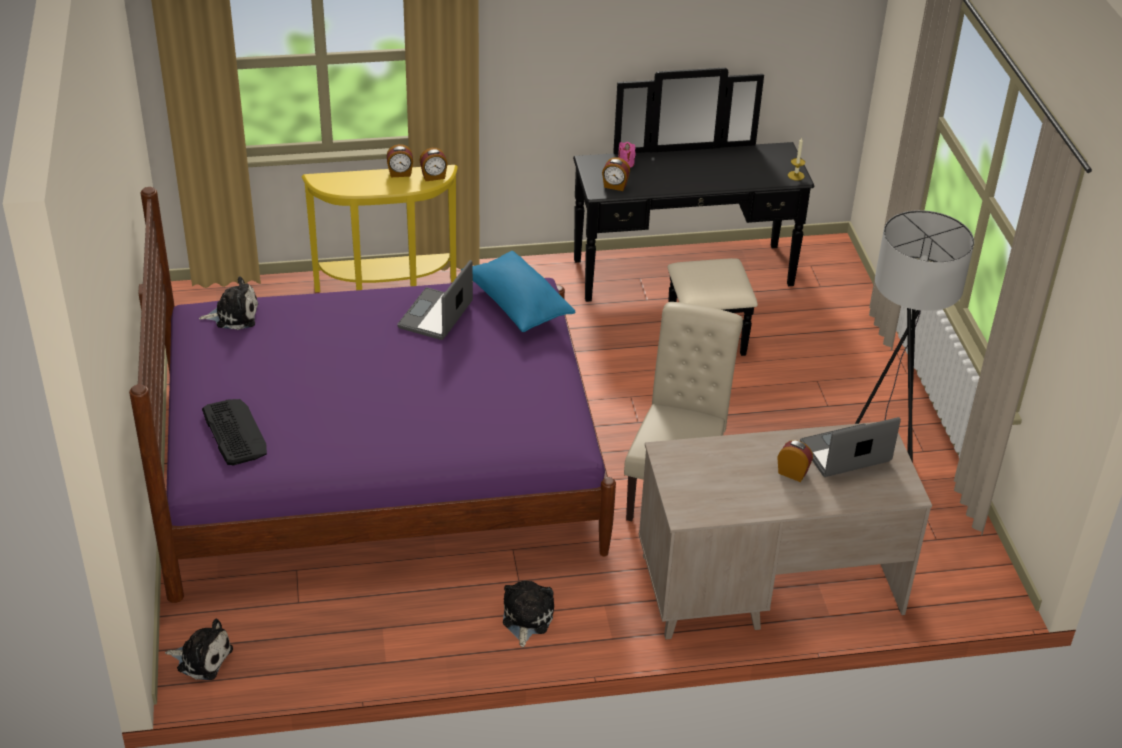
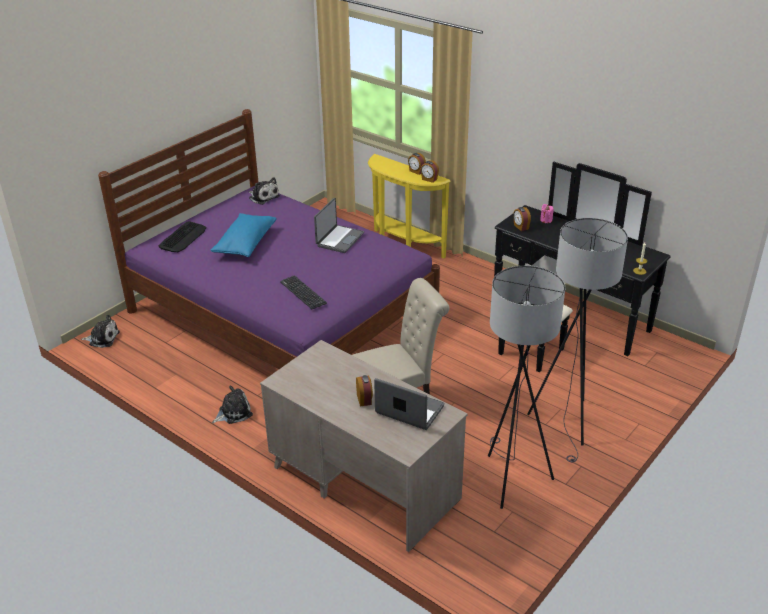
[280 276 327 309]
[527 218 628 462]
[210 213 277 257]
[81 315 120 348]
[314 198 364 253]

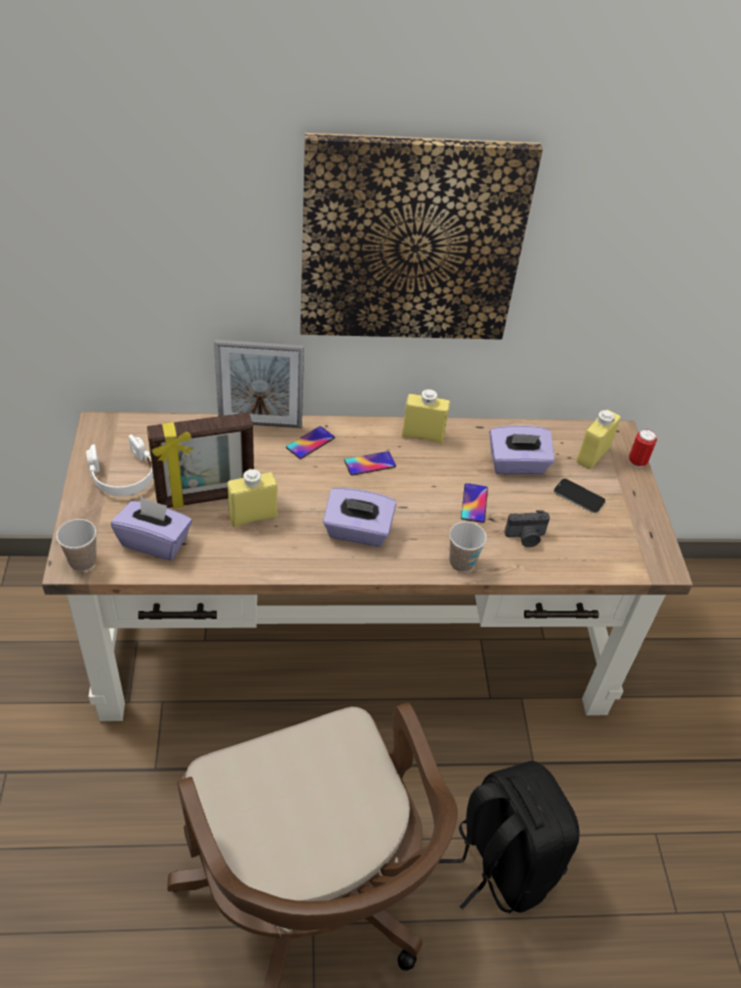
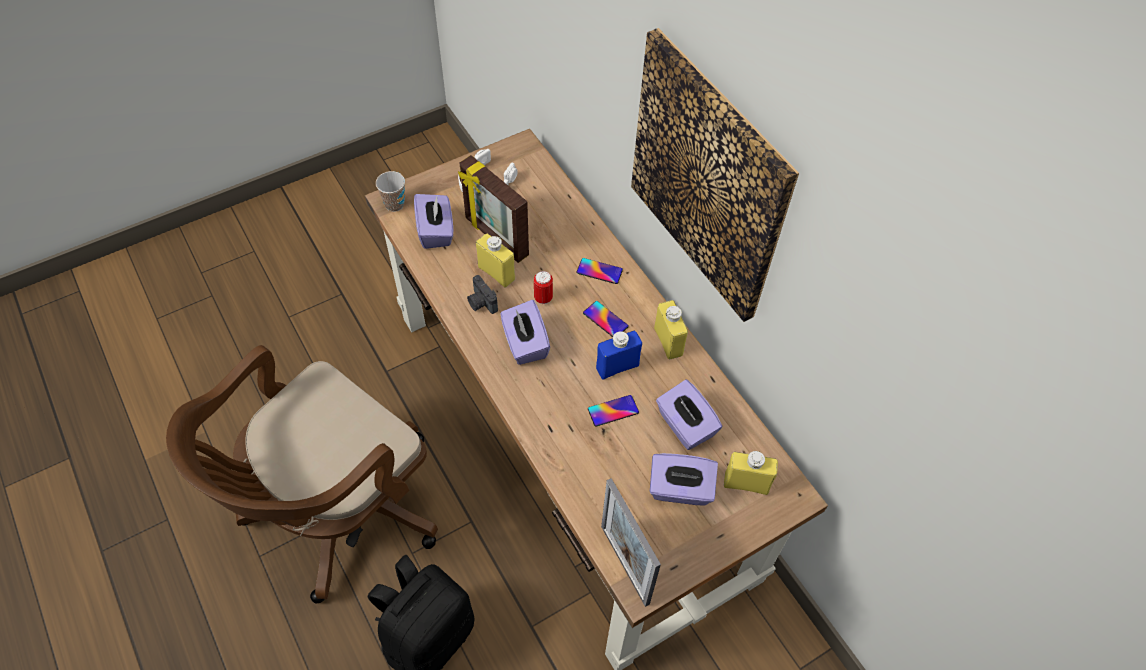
[449 522 487 572] (first image)
[596 331 642 380]
[601 478 661 607]
[467 275 498 314]
[534 271 553 304]
[650 453 718 506]

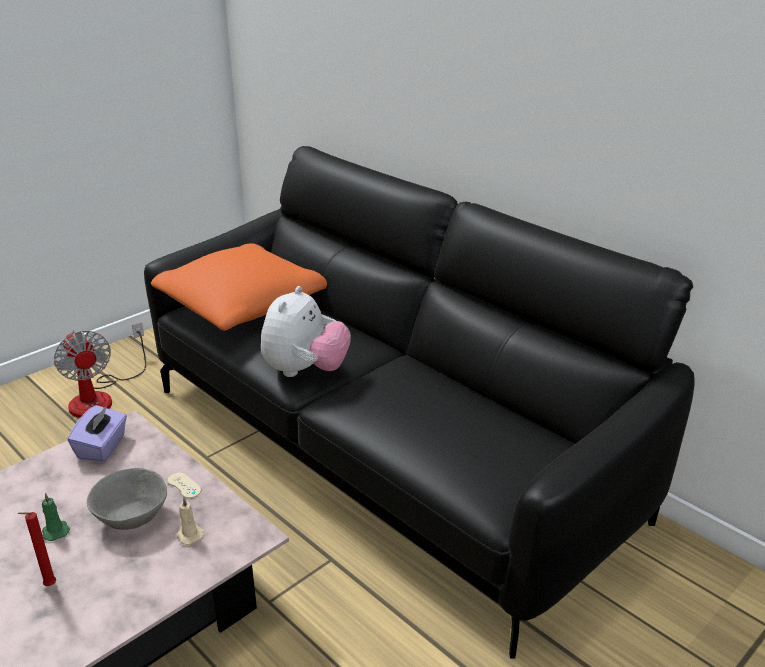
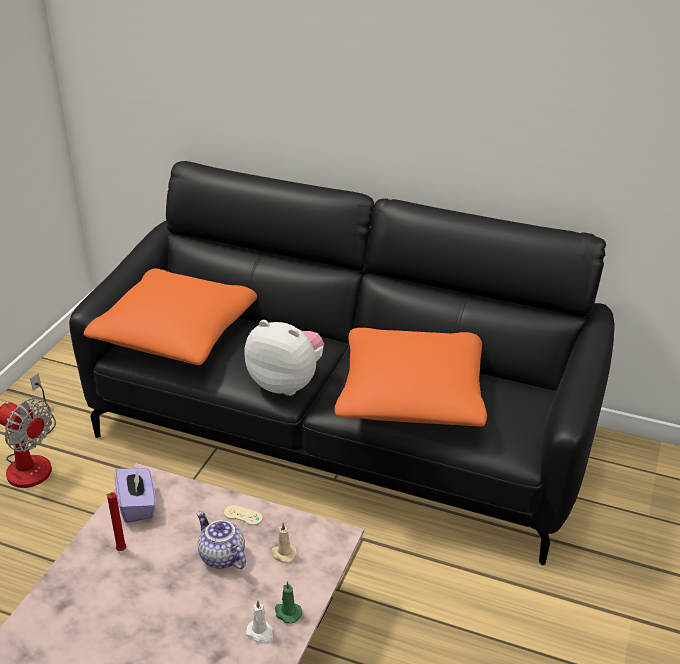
[246 600 273 643]
[334 328 487 427]
[106 492 127 551]
[275 581 302 624]
[197 511 246 569]
[244 320 324 396]

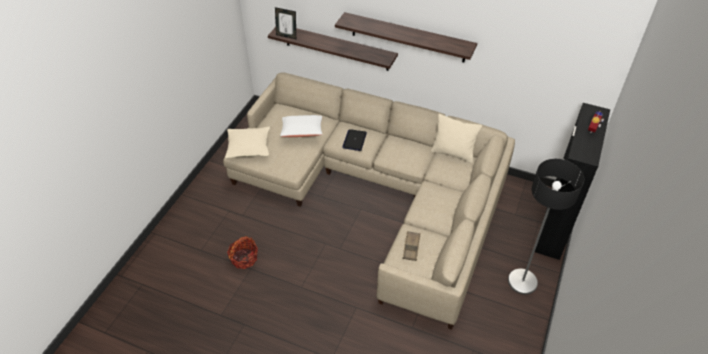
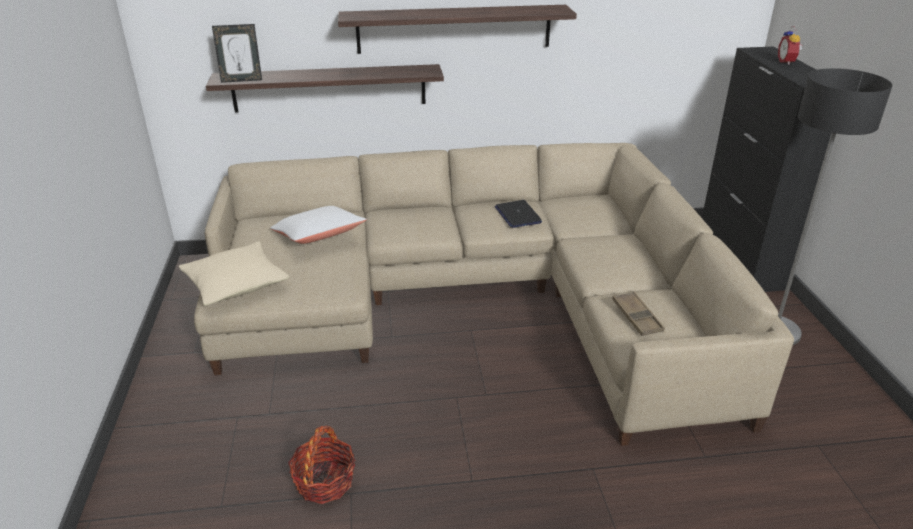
[431 114 482 163] (first image)
[495 200 542 228]

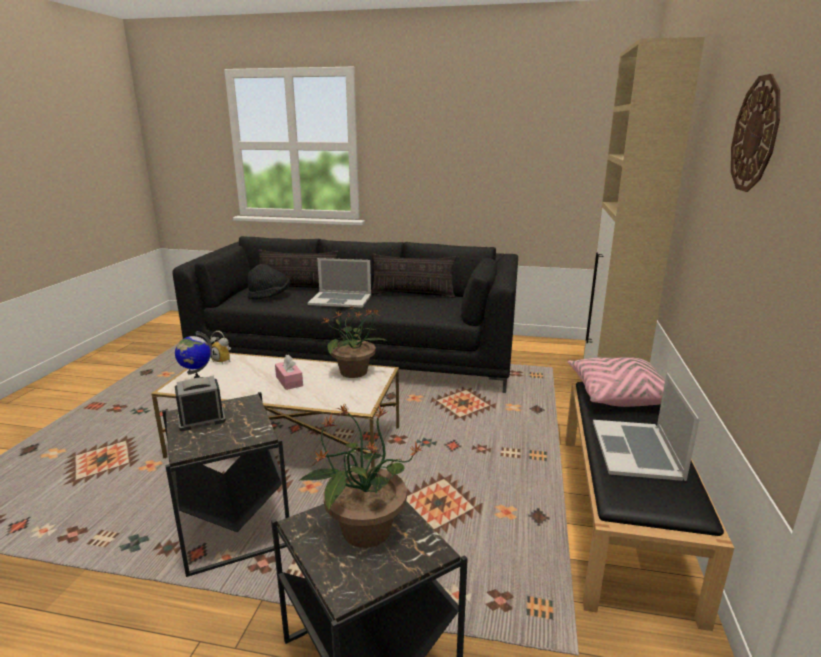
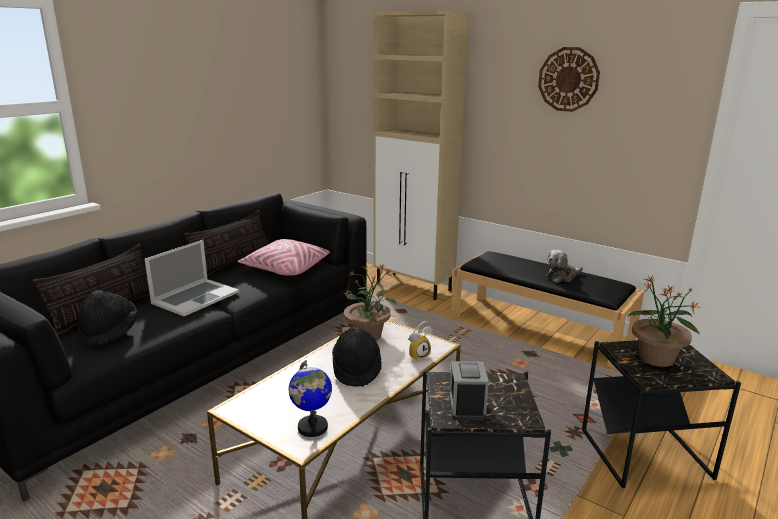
[408 321 433 361]
[238 239 330 276]
[332 327 382 387]
[546 250 583 283]

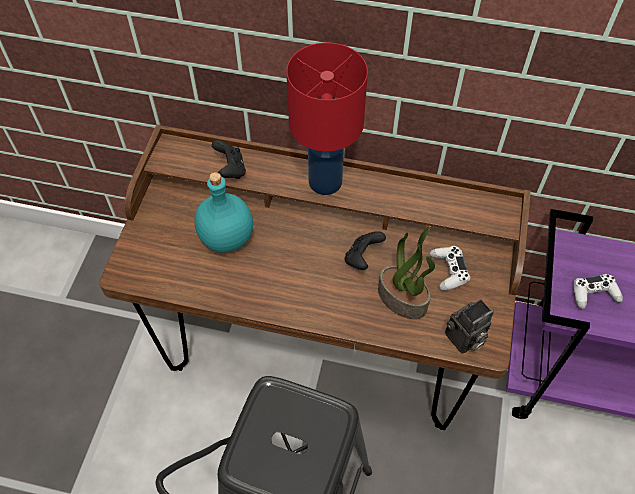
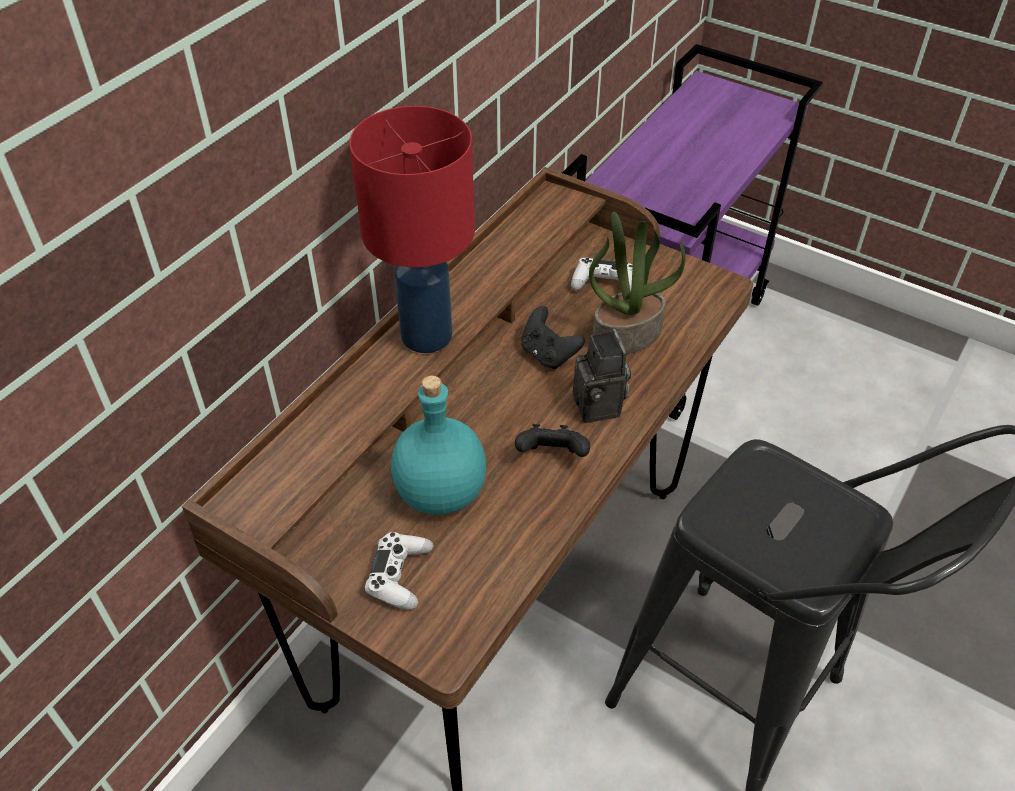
[515 424 590 457]
[573 329 631 423]
[365 532 433 610]

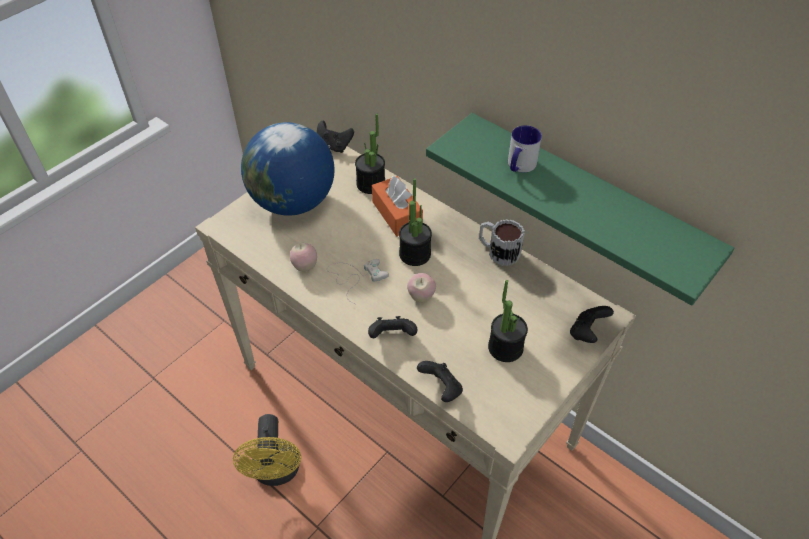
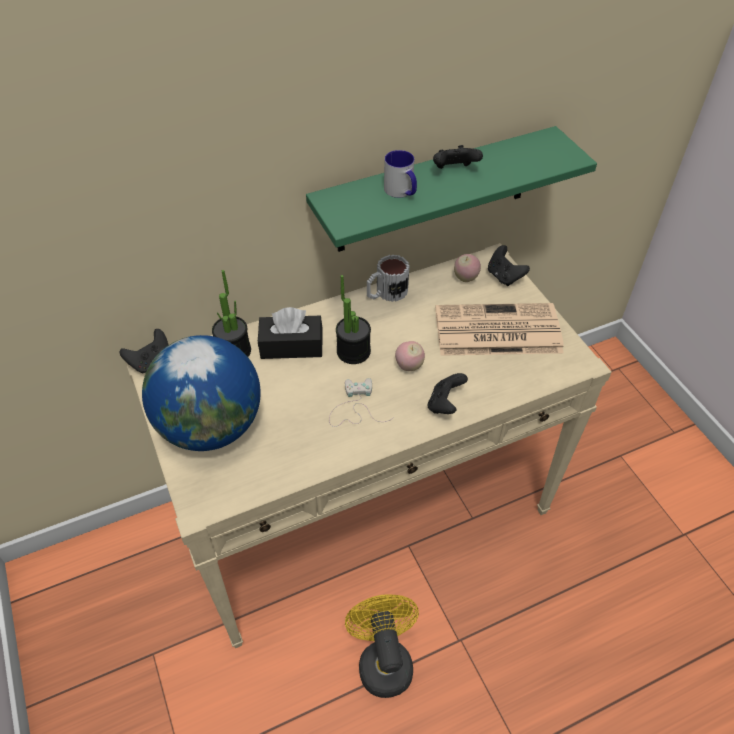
[454 254 481 282]
[433 145 483 169]
[435 303 564 356]
[258 307 323 359]
[345 594 419 698]

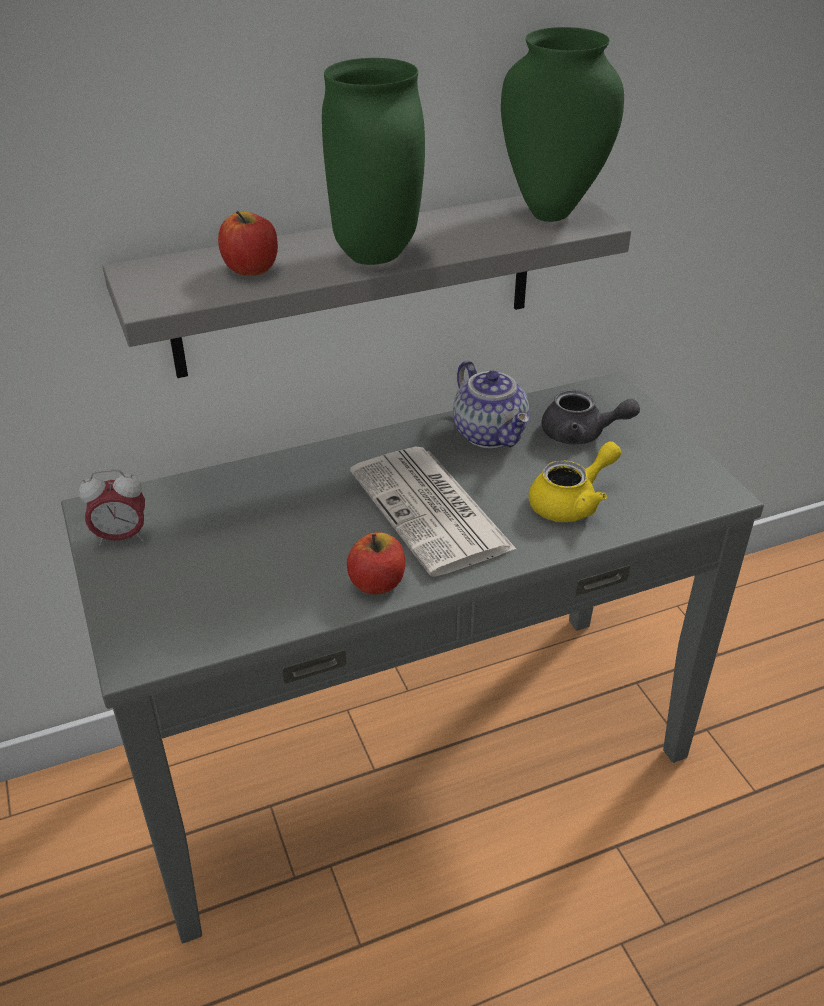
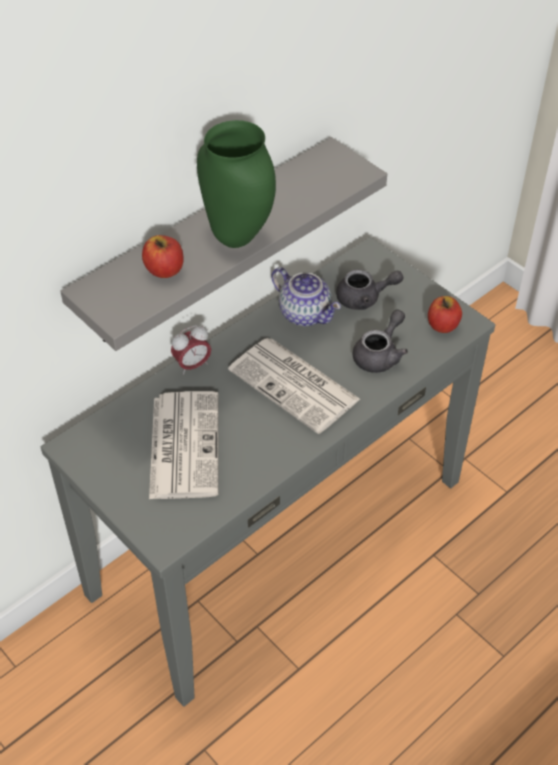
[501 27 624 222] (first image)
[149 391 218 499]
[171 325 211 375]
[428 296 462 333]
[353 309 408 373]

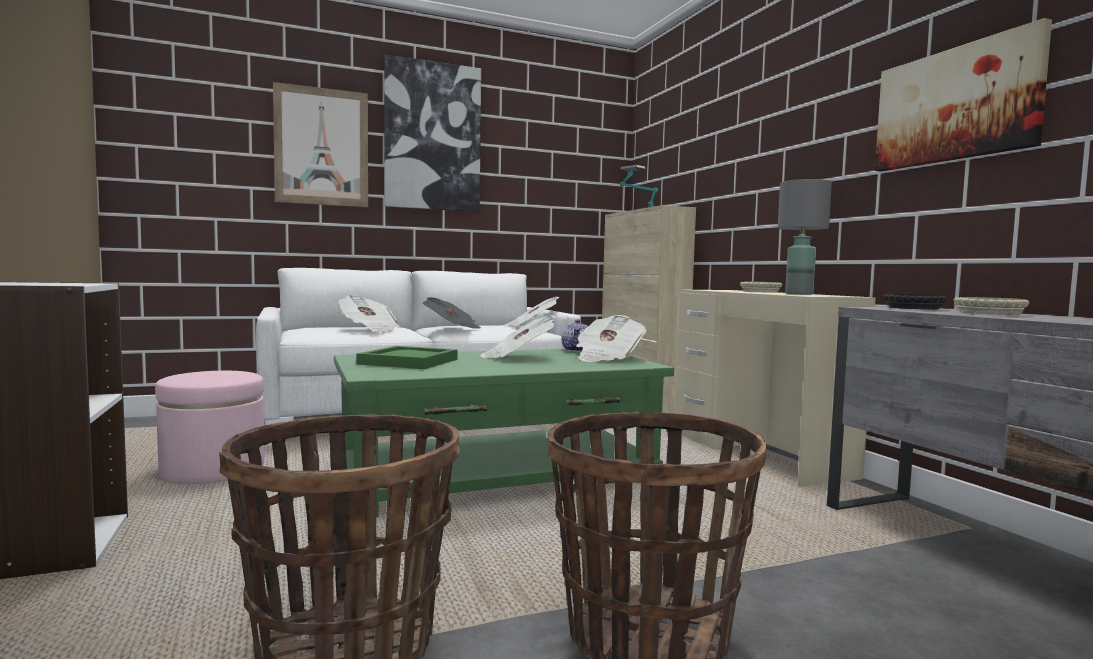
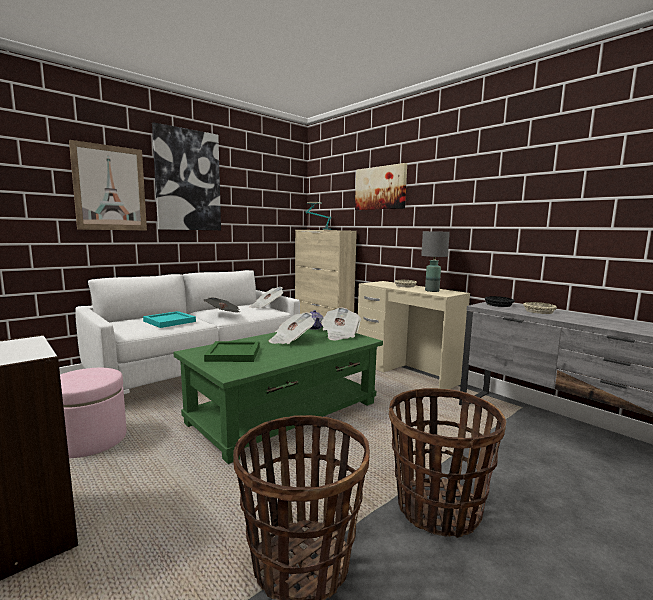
[355 163 407 210]
[143 311 196 328]

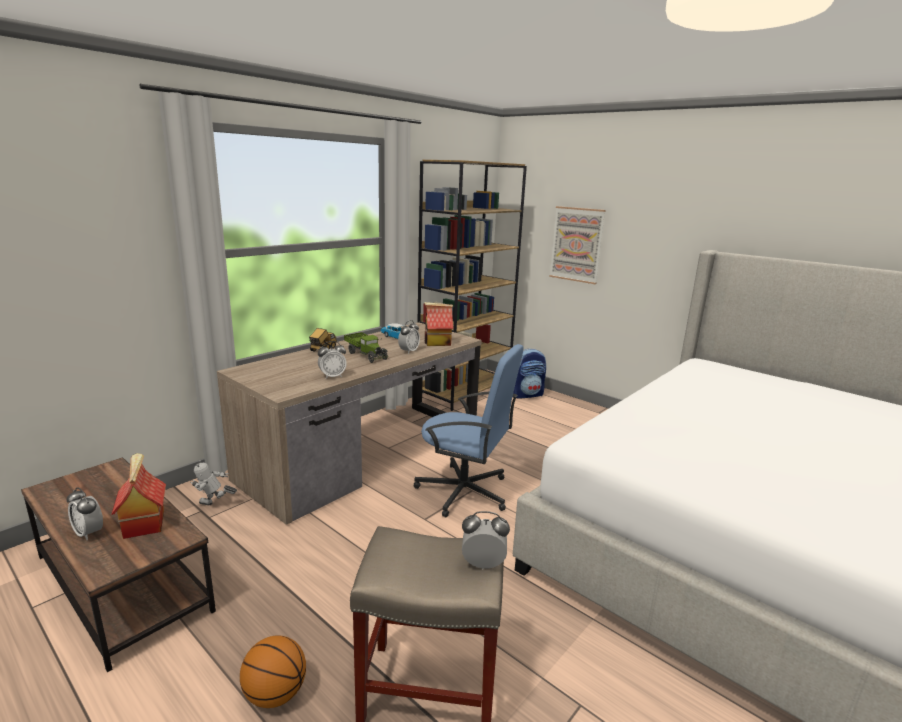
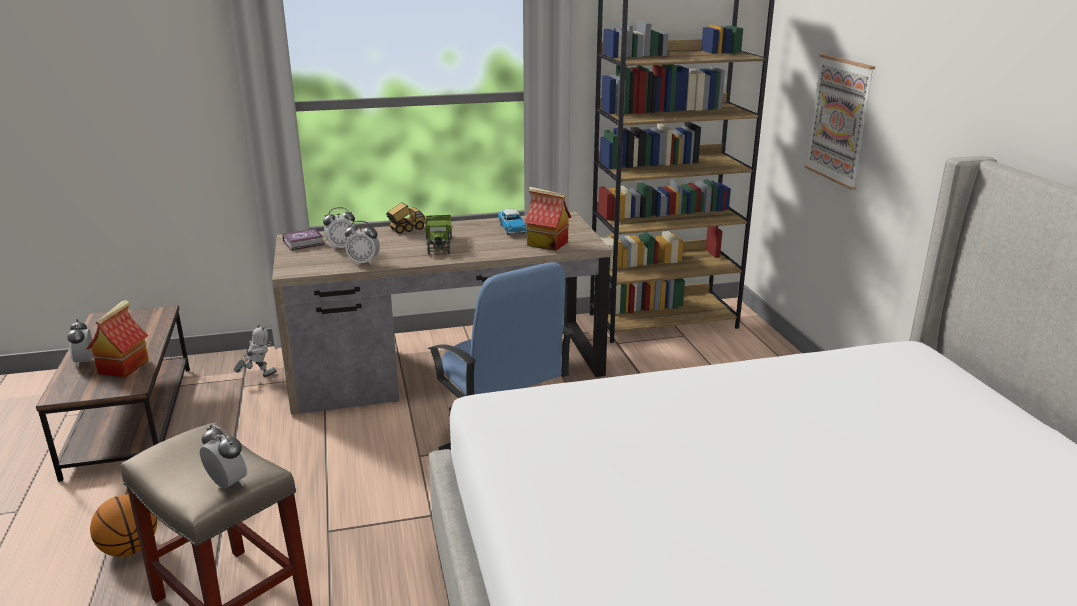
[513 349 546 399] (first image)
[282 228 325 251]
[323 207 356 250]
[234 324 276 377]

